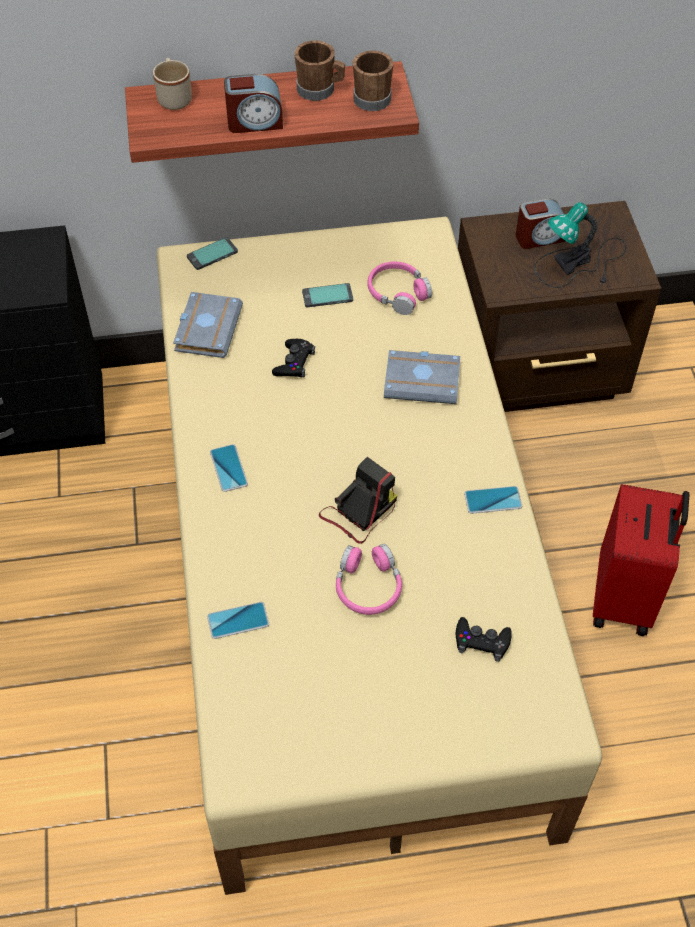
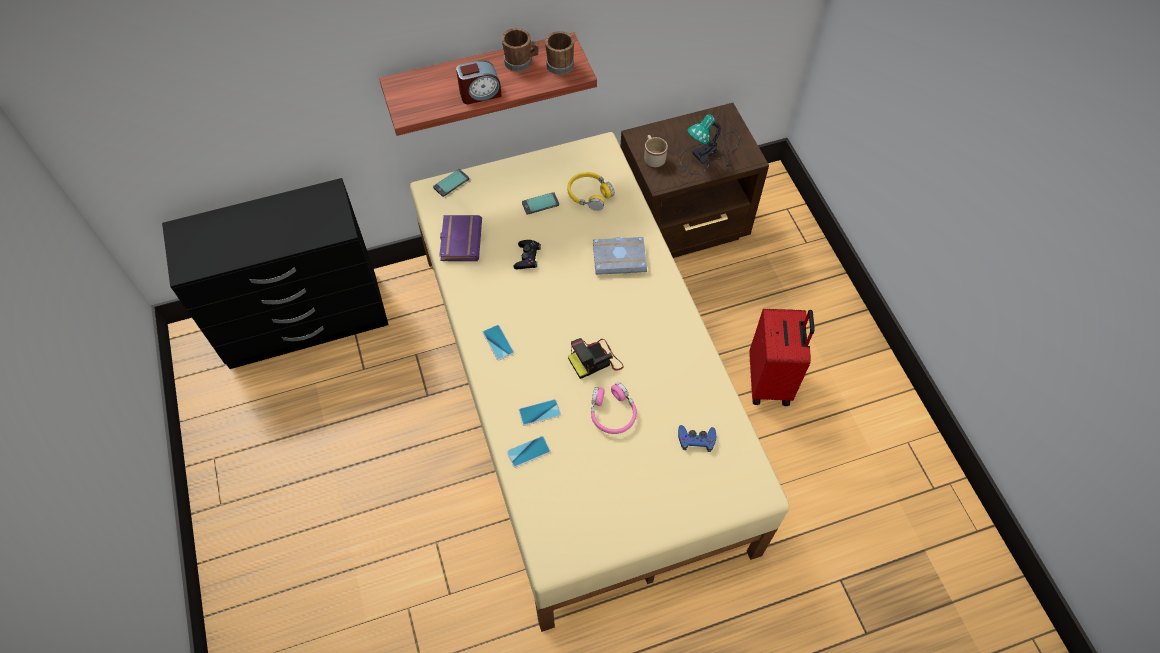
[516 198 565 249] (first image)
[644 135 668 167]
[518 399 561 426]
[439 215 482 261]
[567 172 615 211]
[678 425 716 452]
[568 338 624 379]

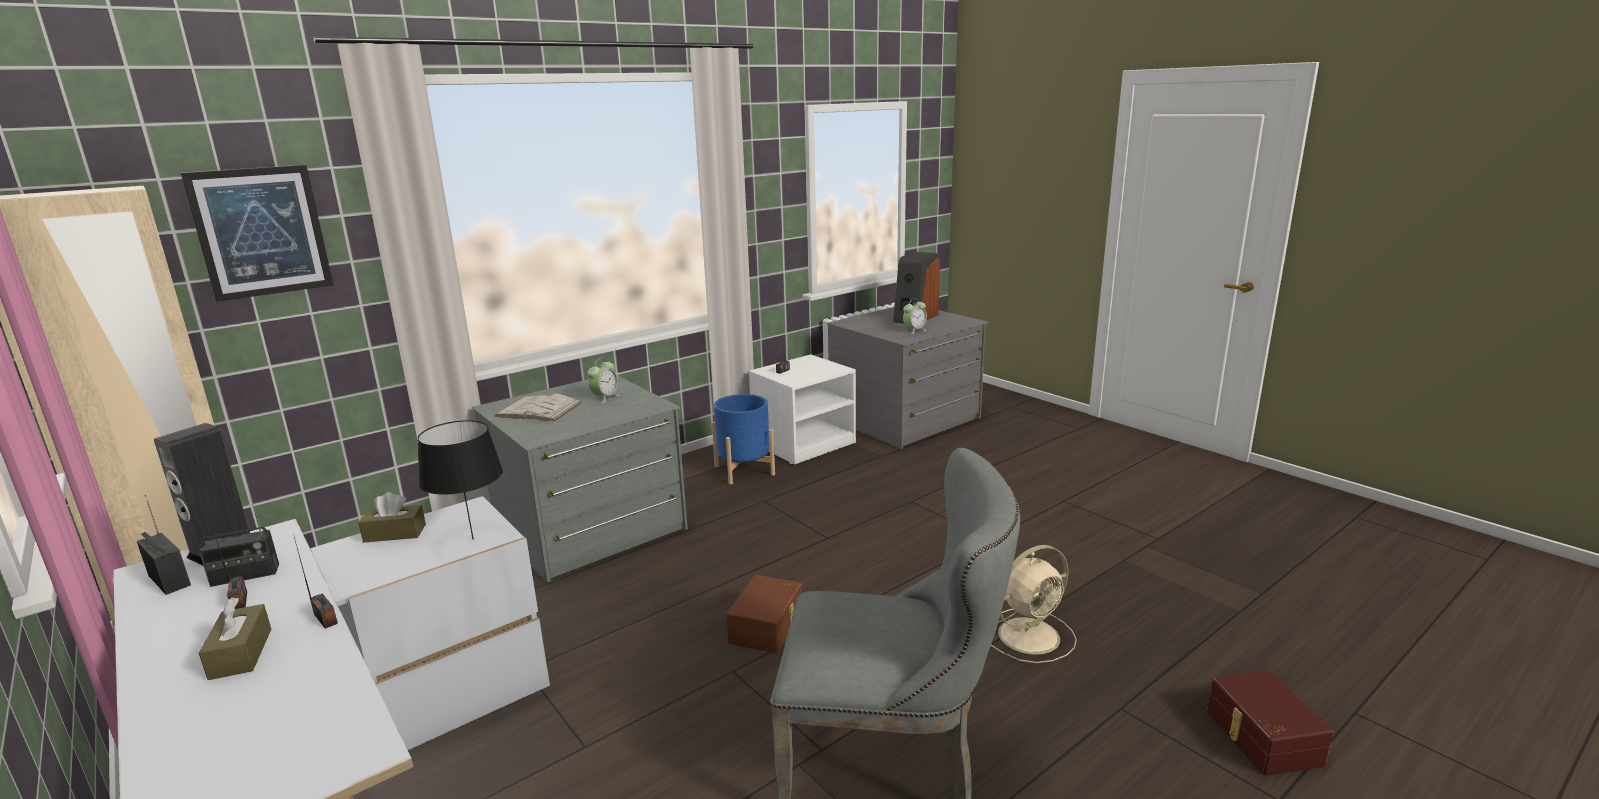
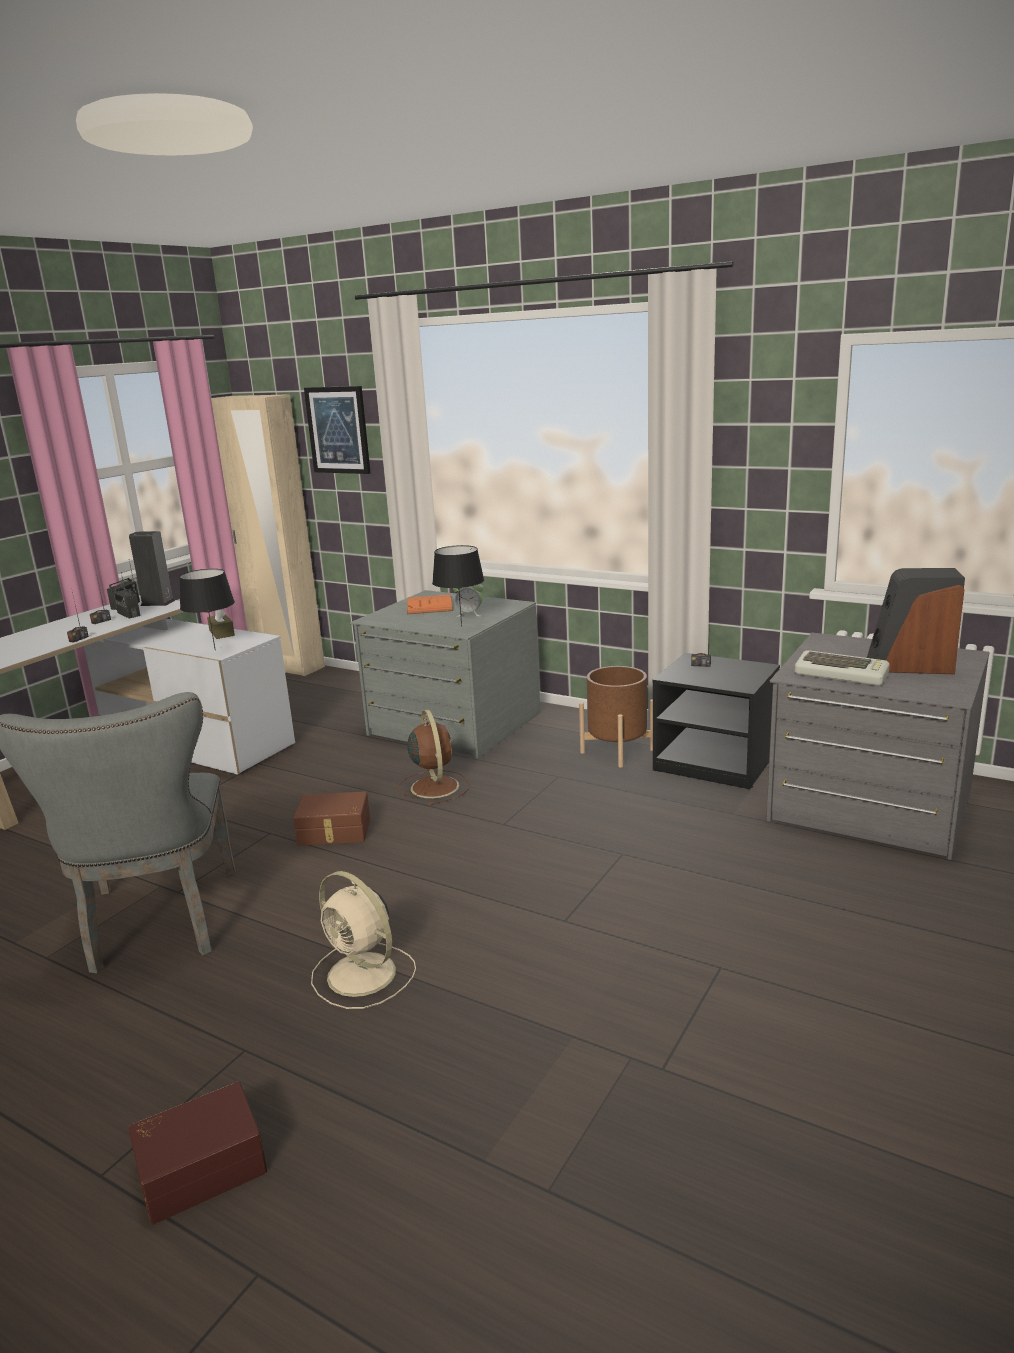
[199 598 271 680] (first image)
[398 709 469 806]
[432 545 484 627]
[795 650 890 686]
[407 594 453 615]
[579 666 653 768]
[653 653 780 789]

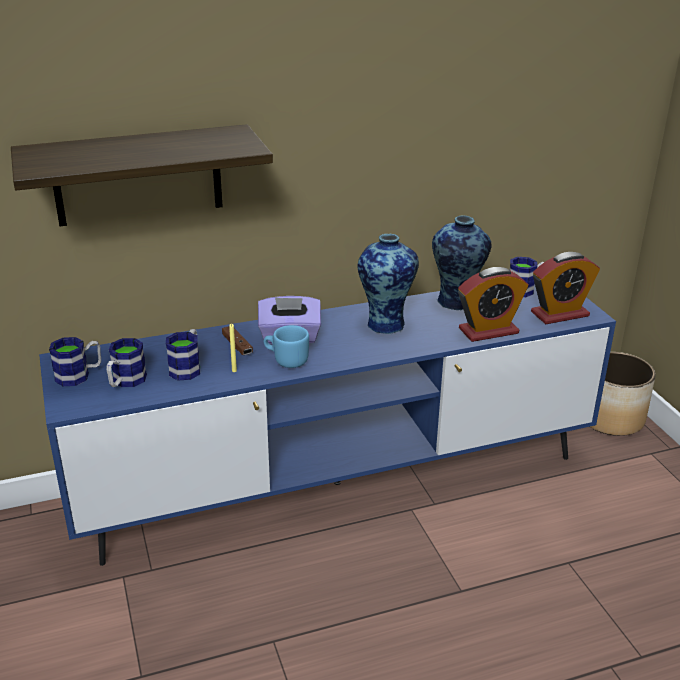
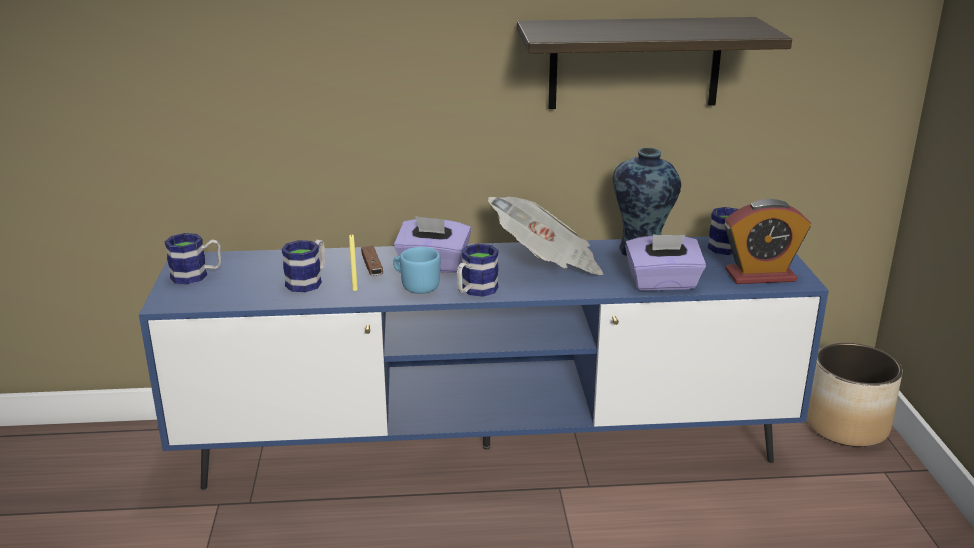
[517 17 792 109]
[457 244 499 297]
[488 197 603 275]
[625 234 706 291]

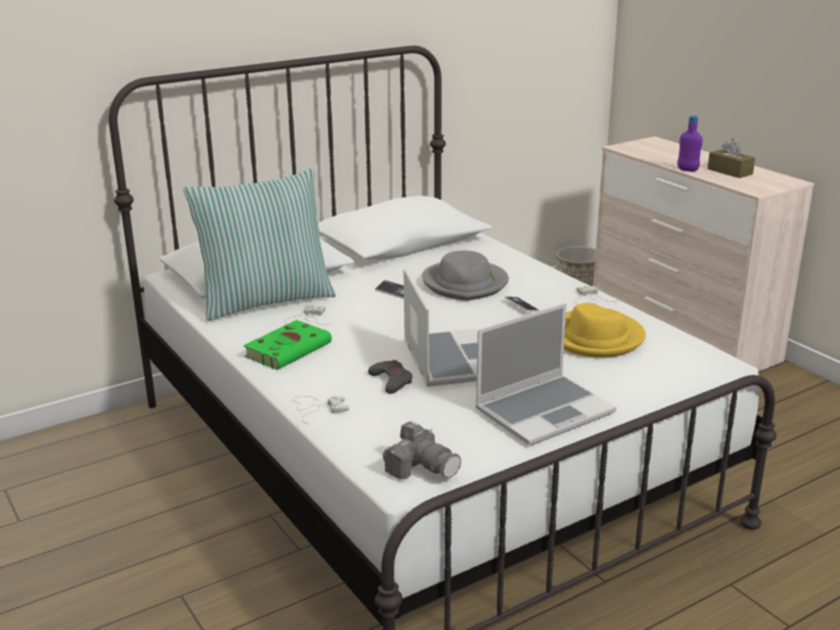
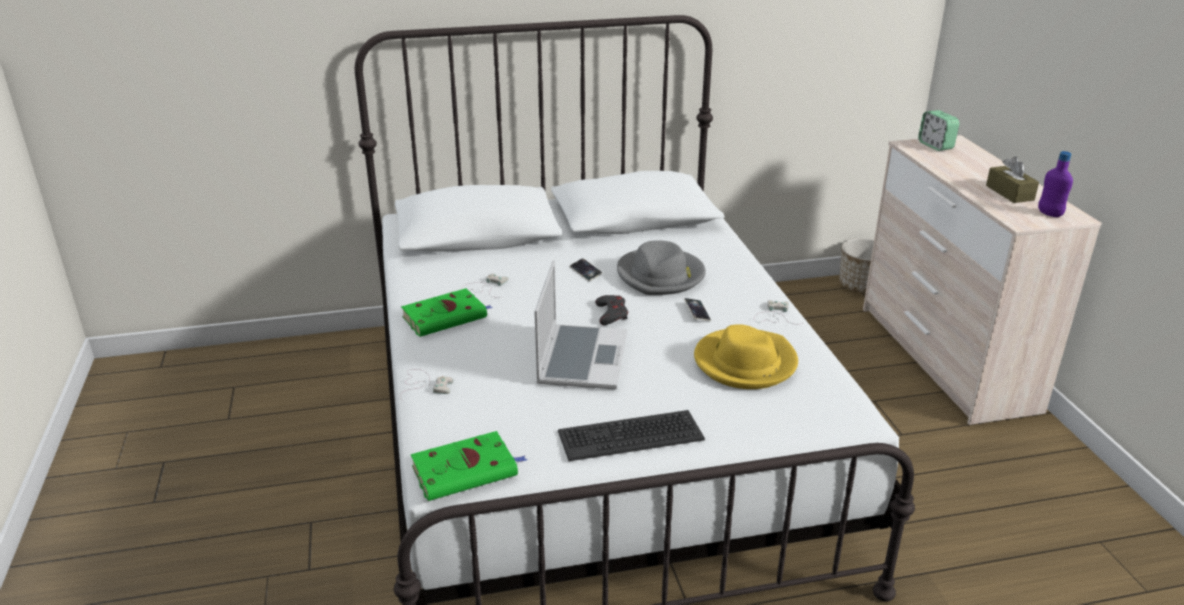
[183 168 336 321] (first image)
[918 110 960 151]
[595 295 628 325]
[1038 151 1073 217]
[411 431 527 501]
[558 410 705 461]

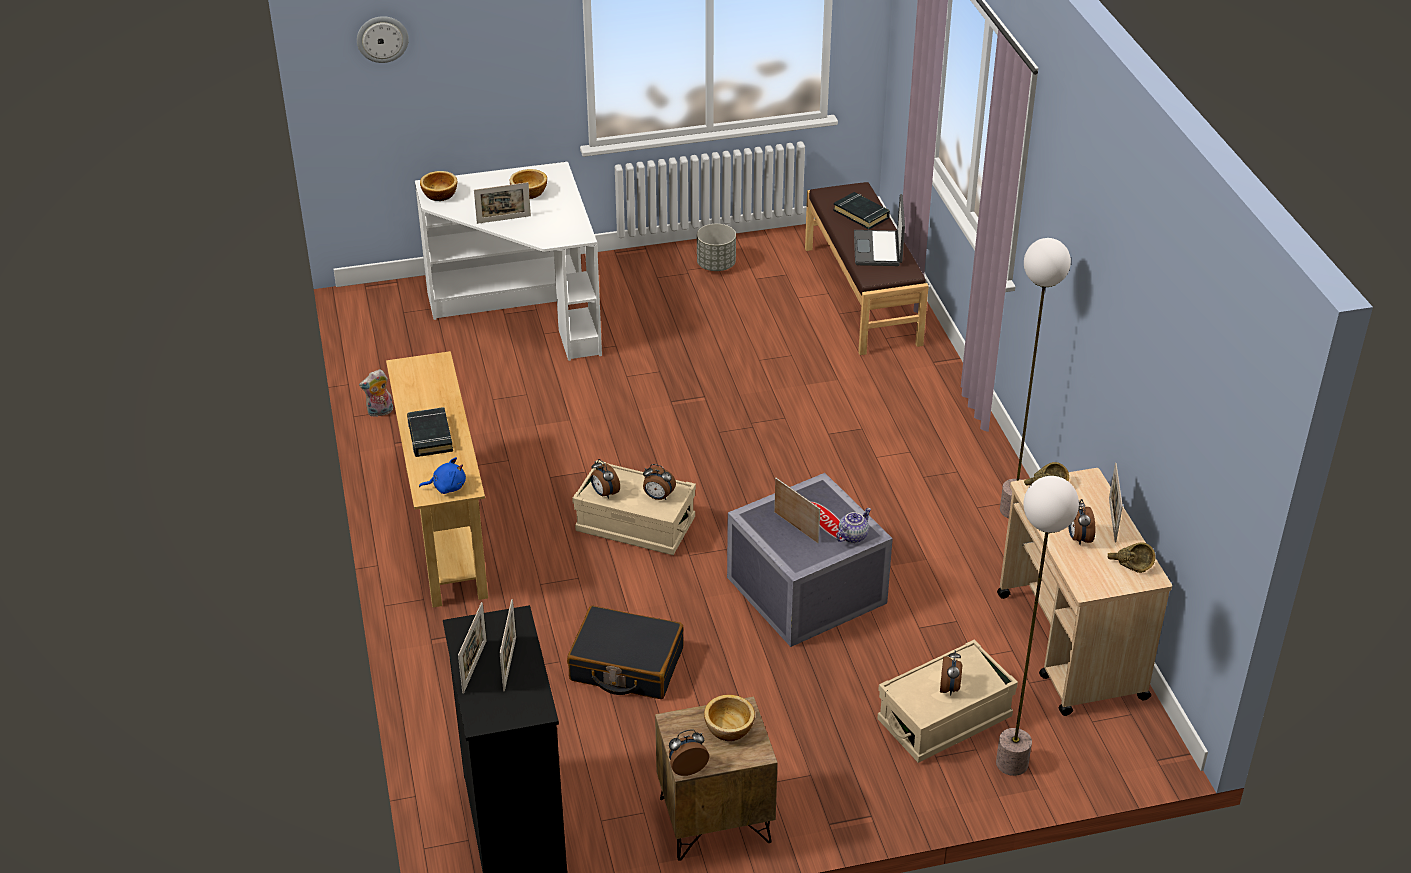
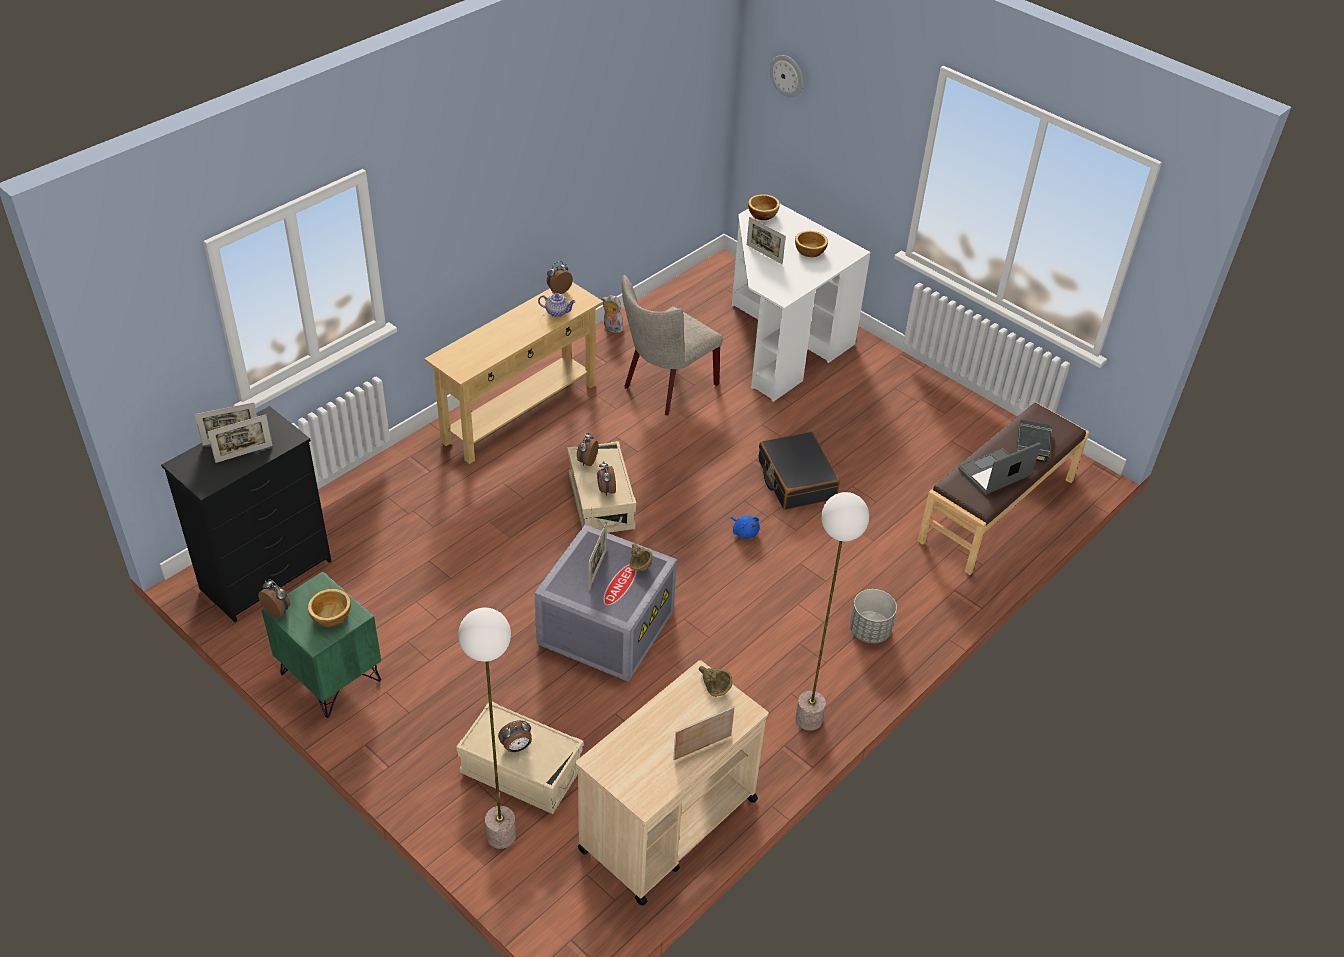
[407 407 453 457] (first image)
[622 275 723 415]
[731 515 760 539]
[759 431 840 510]
[850 589 897 643]
[538 293 576 317]
[547 261 573 294]
[630 543 653 571]
[261 571 381 718]

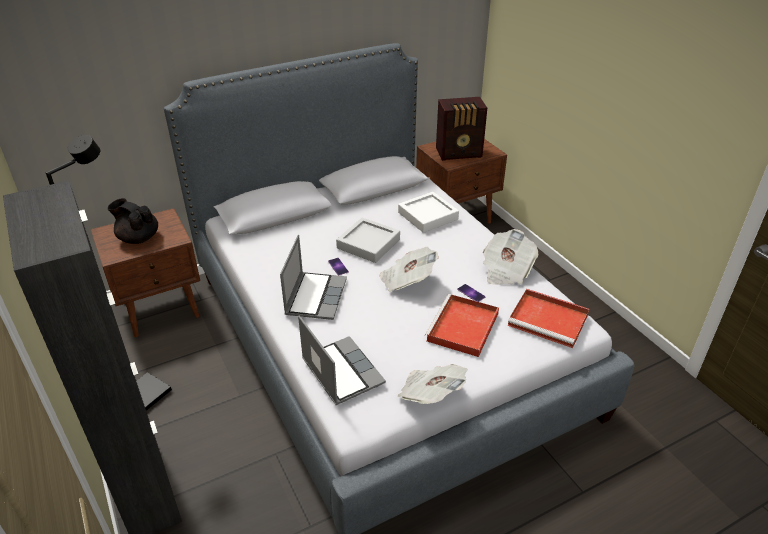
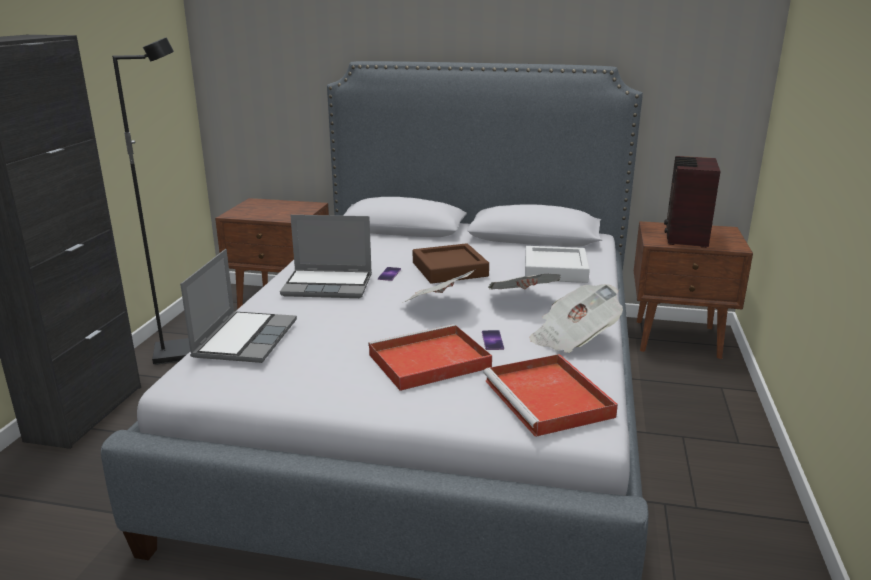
[108 198 158 244] (first image)
[488 274 561 289]
[413 243 489 284]
[280 215 372 298]
[664 156 720 248]

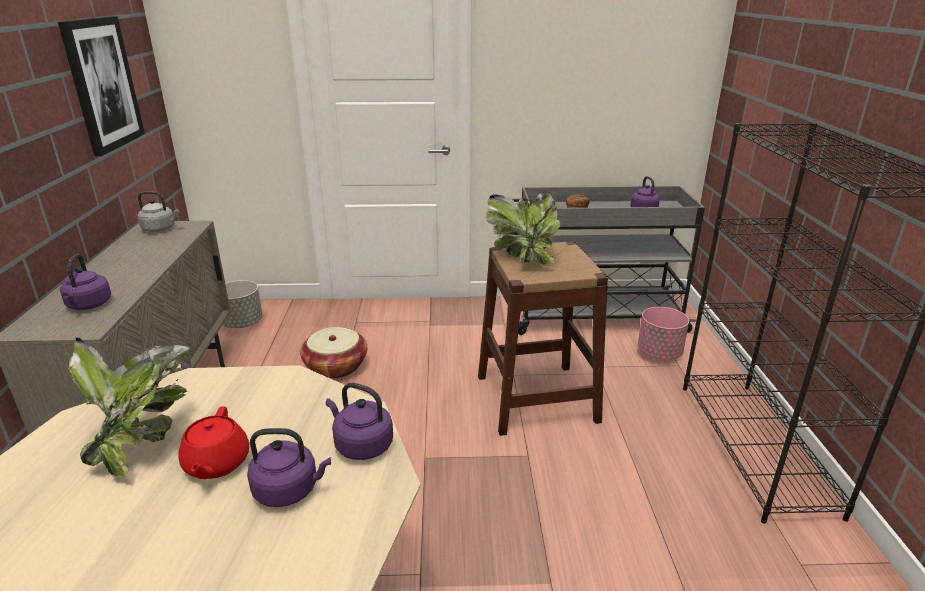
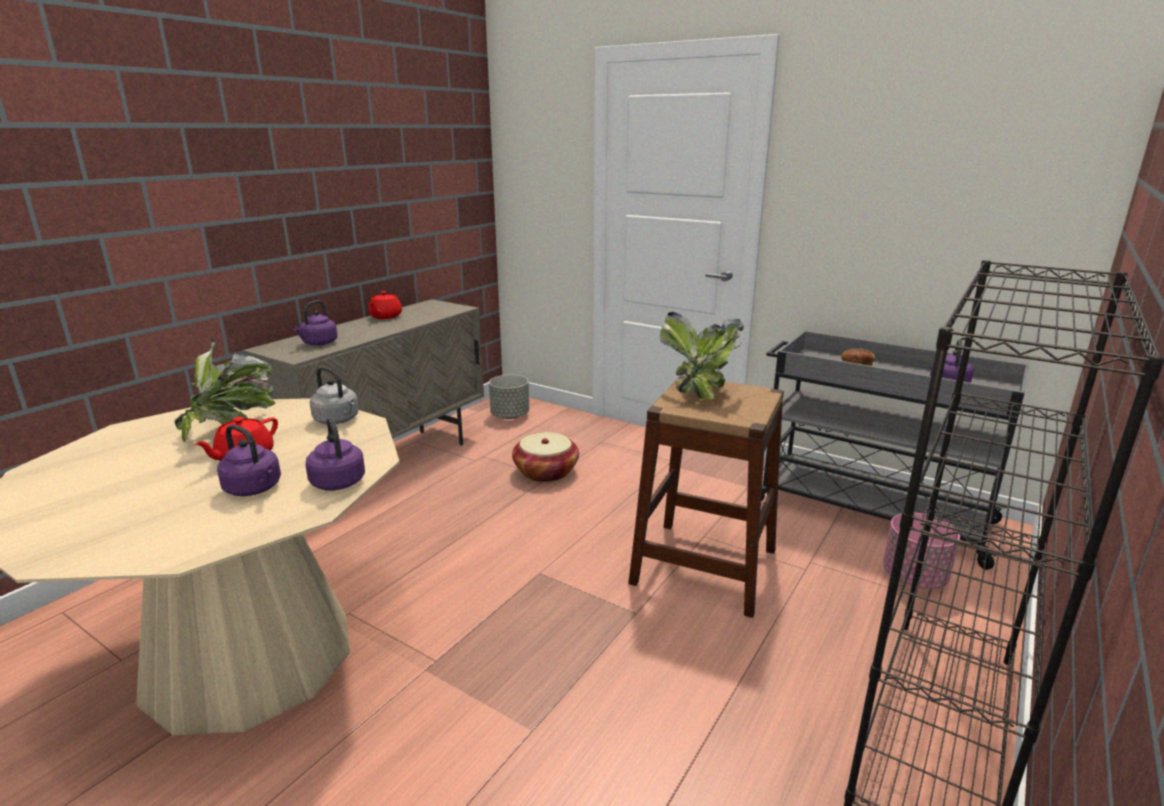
[58 16 145 156] (first image)
[368 291 402 319]
[310 367 359 424]

